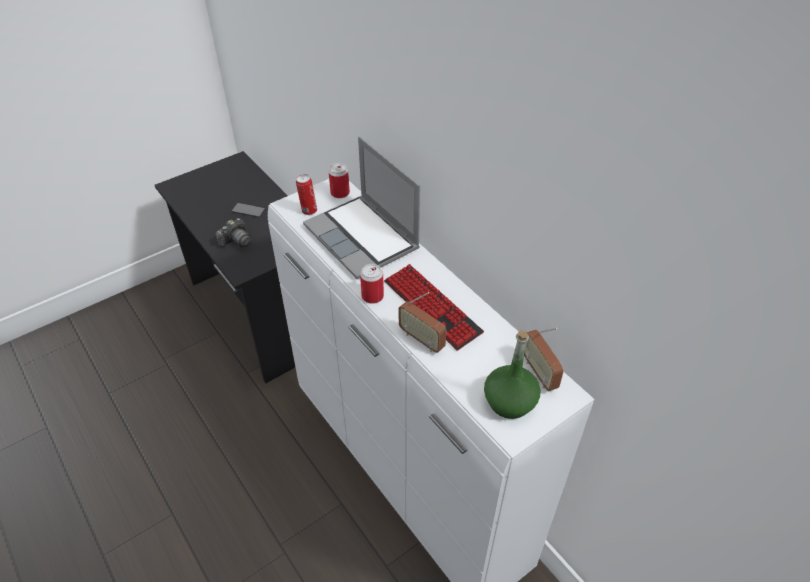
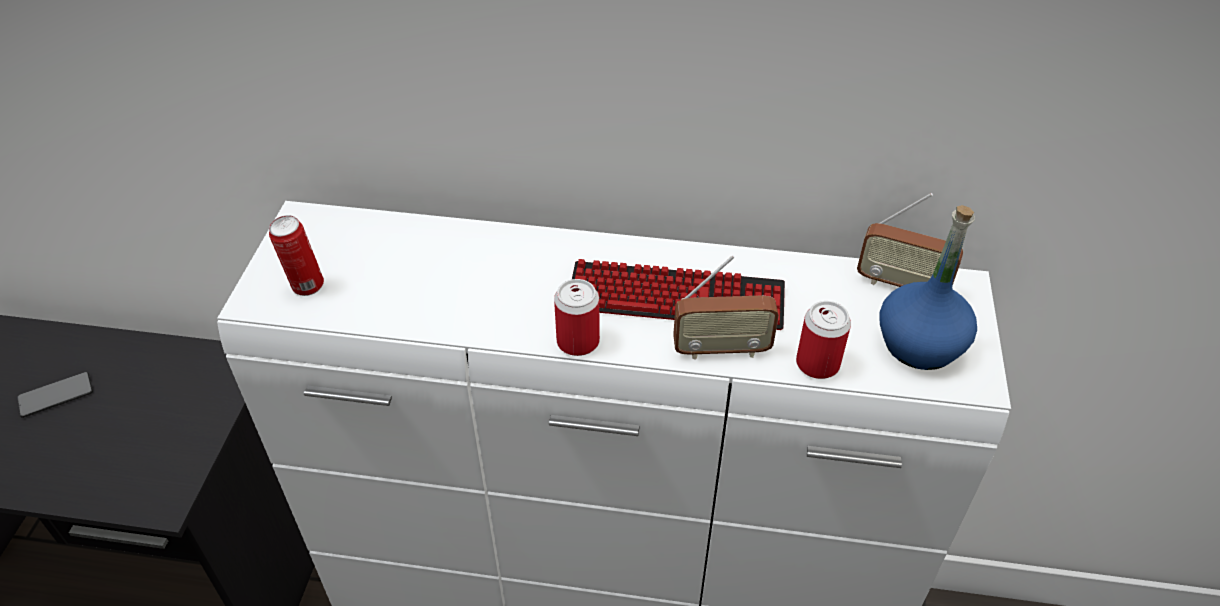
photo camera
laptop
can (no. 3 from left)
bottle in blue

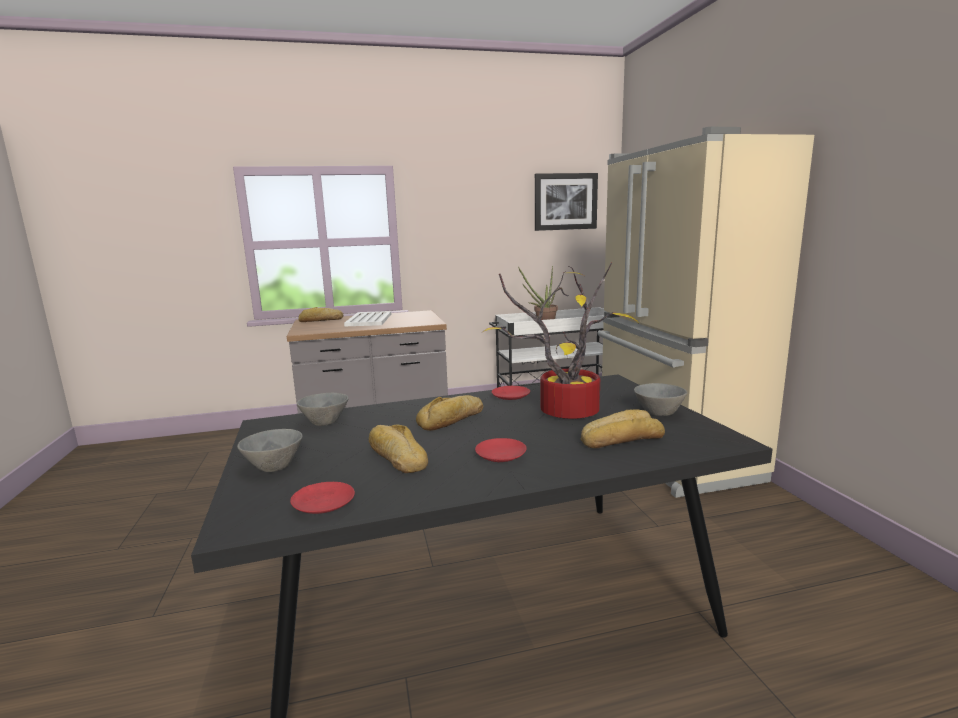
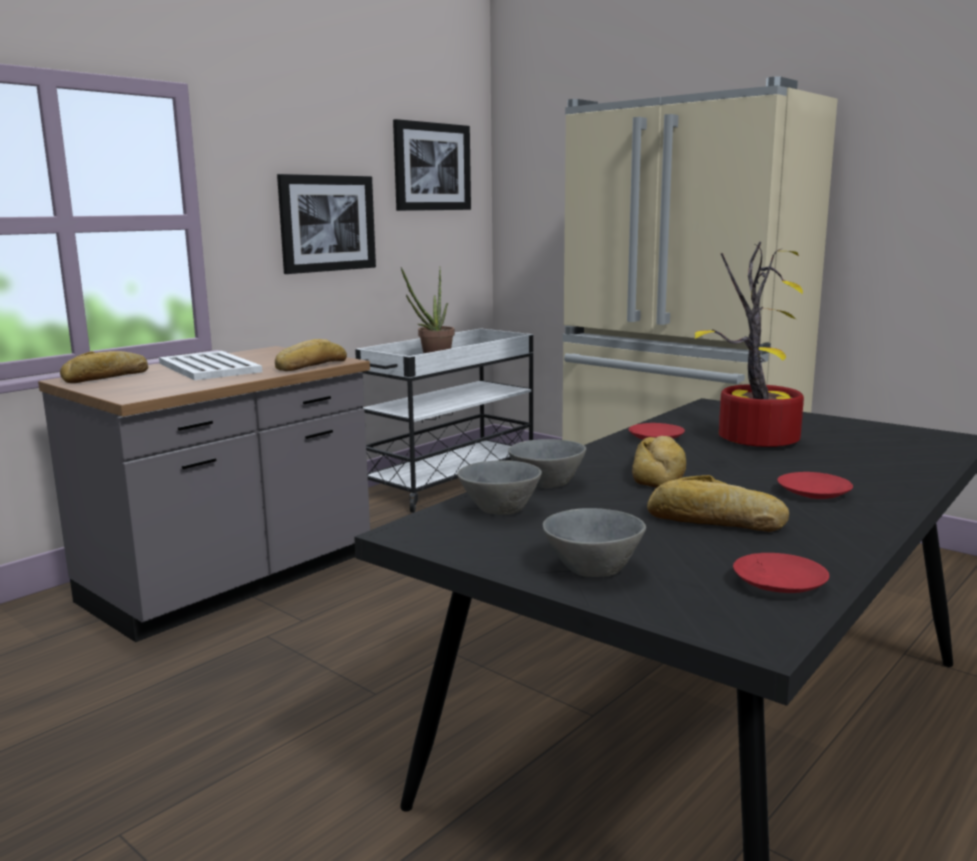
picture (no. 1 from left)
bread (no. 2 from left)
bowl in grey (no. 2 from left)

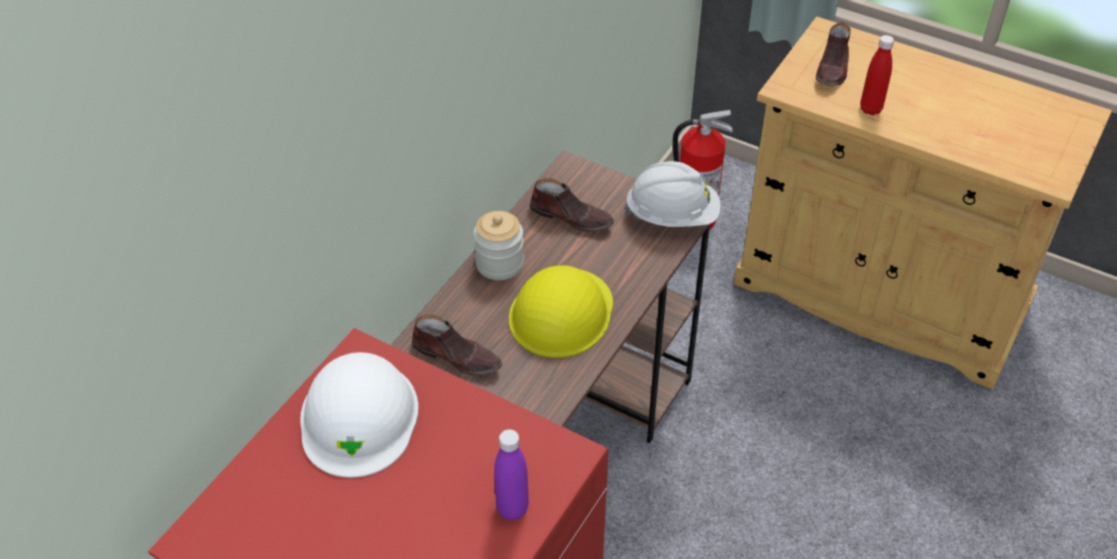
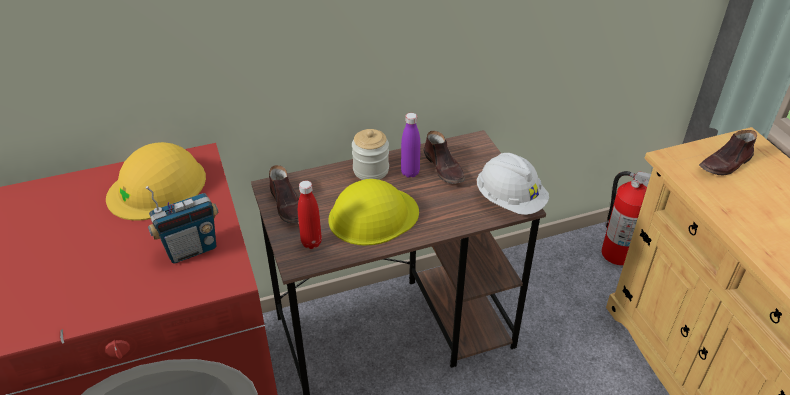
radio
bottle in purple
bottle in red
hard hat in yellow (no. 1 from left)

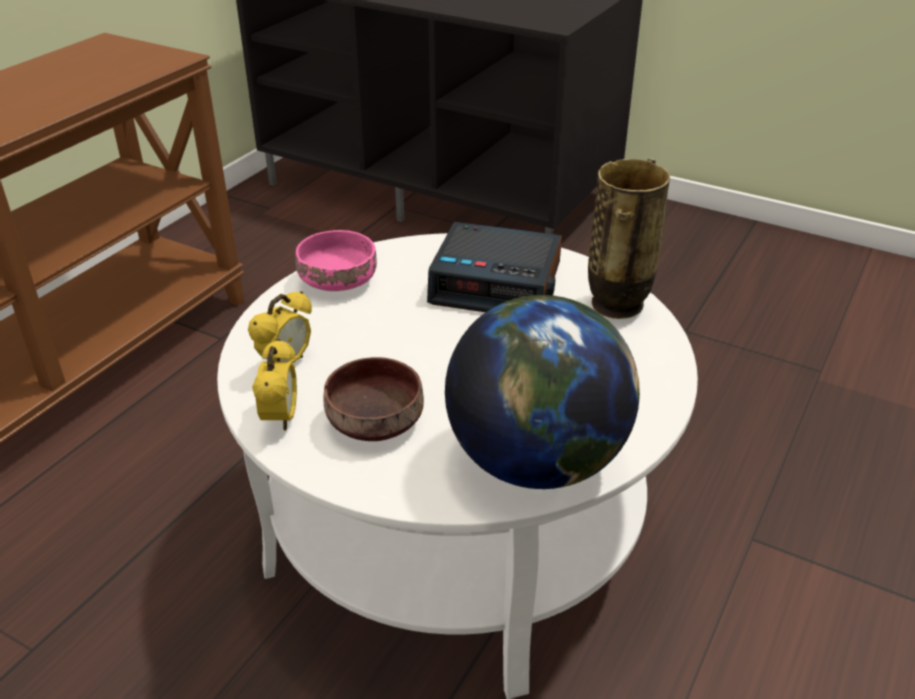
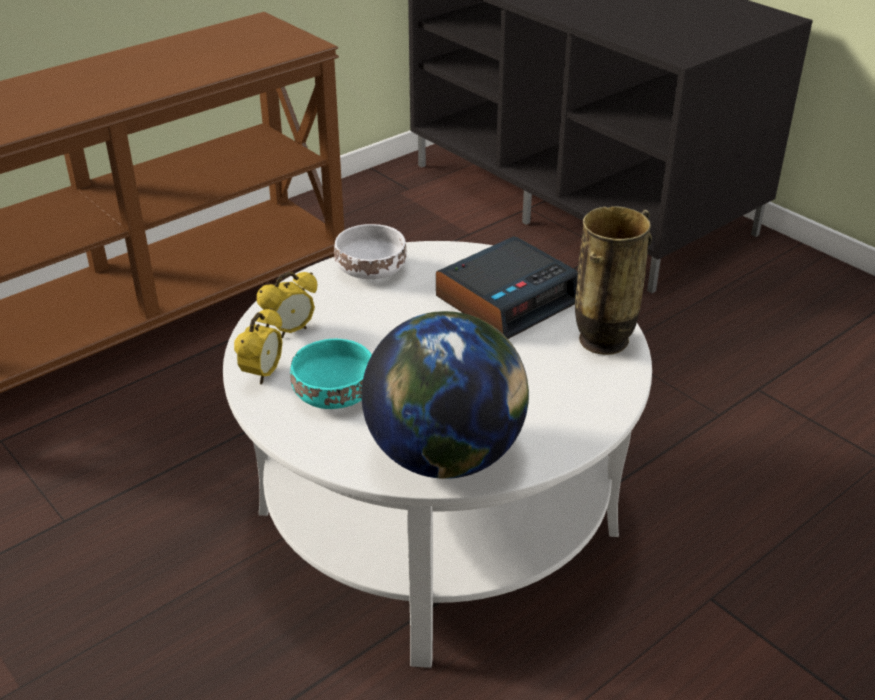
bowl in white
bowl in turquoise
alarm clock (no. 3 from left)

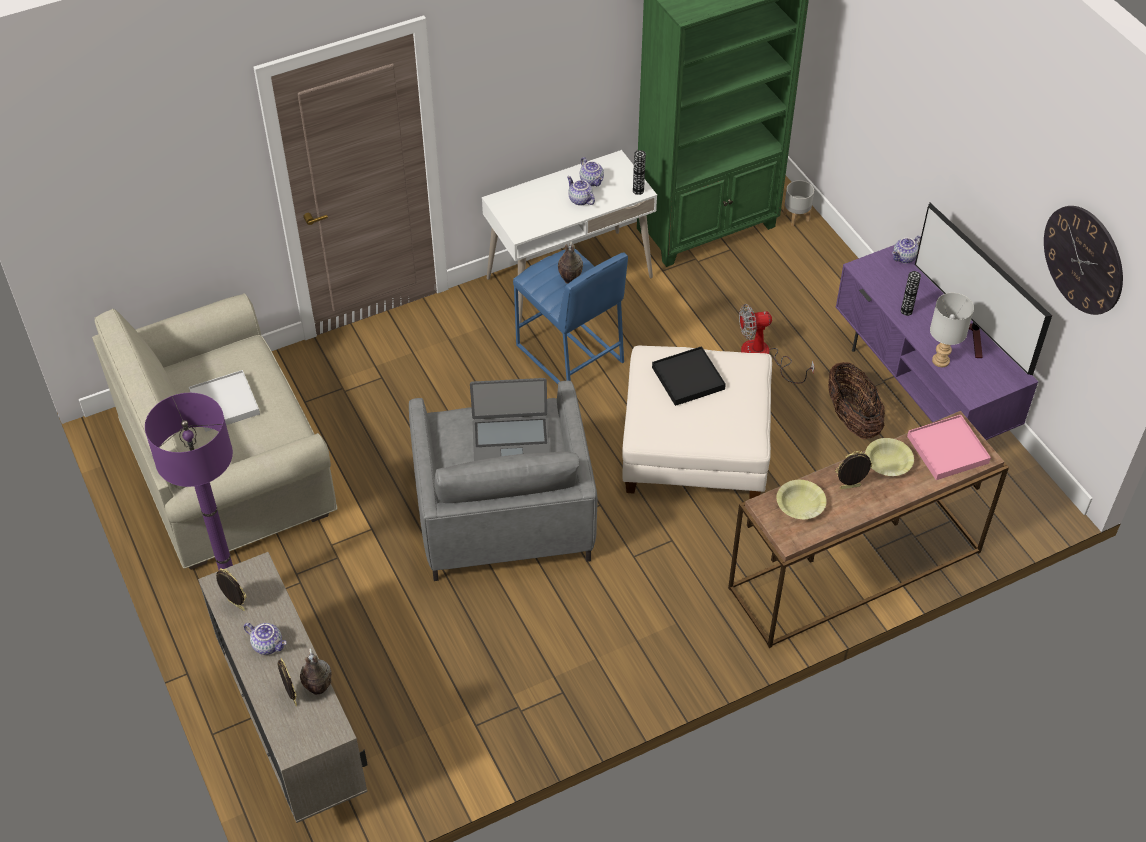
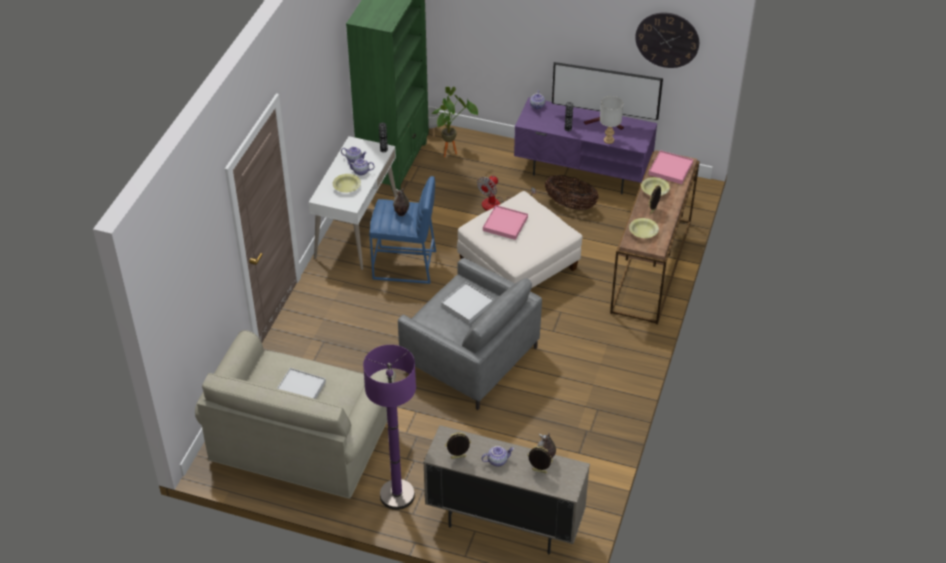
bowl in yellow (no. 1 from left)
potted plant
tray in white (no. 2 from left)
tray in pink (no. 1 from left)

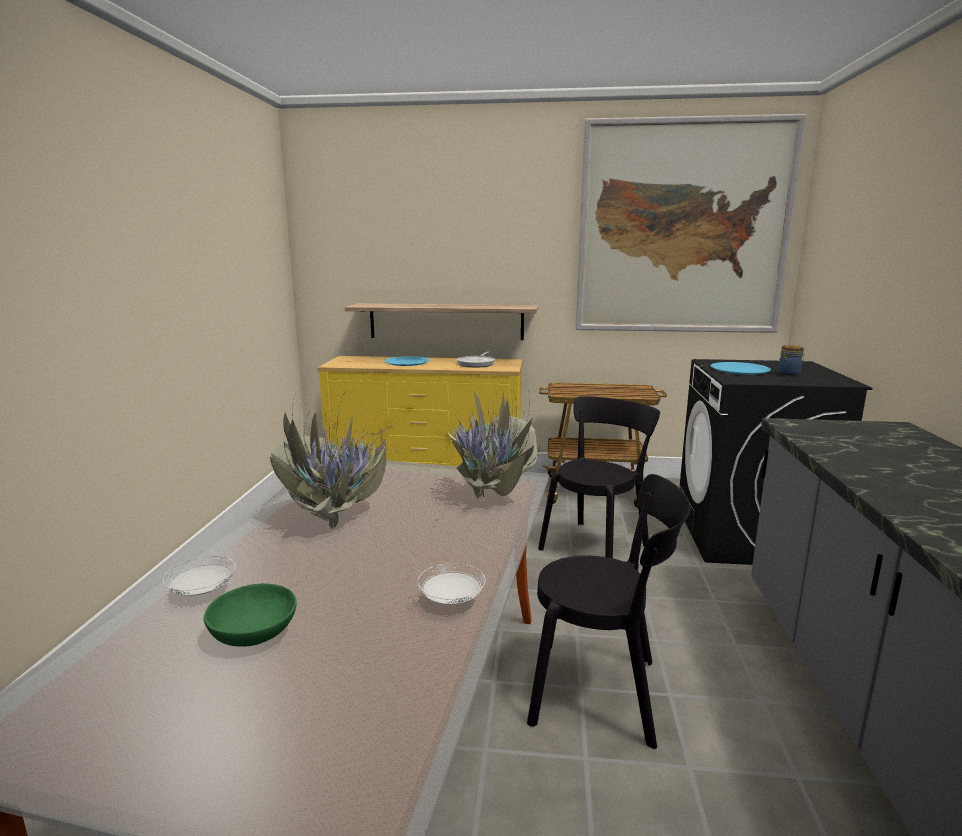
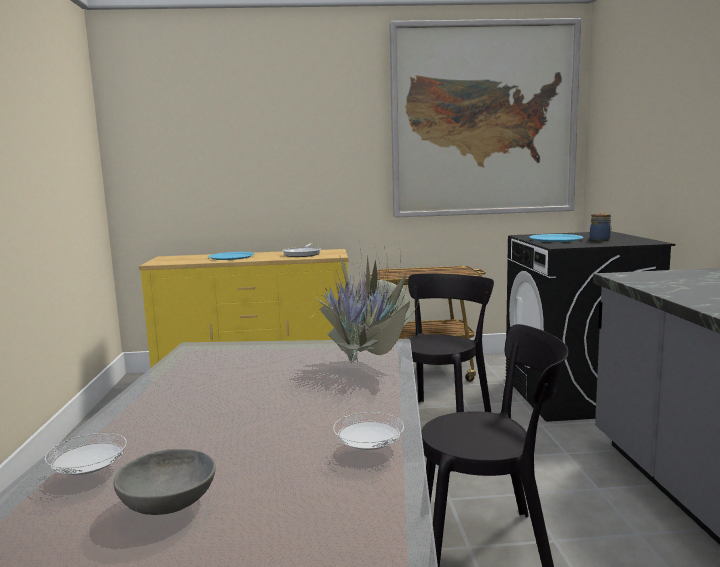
potted plant (no. 1 from left in the first image)
shelf
bowl in grey

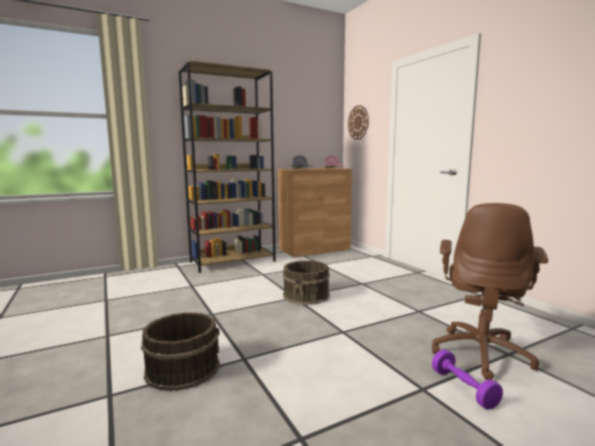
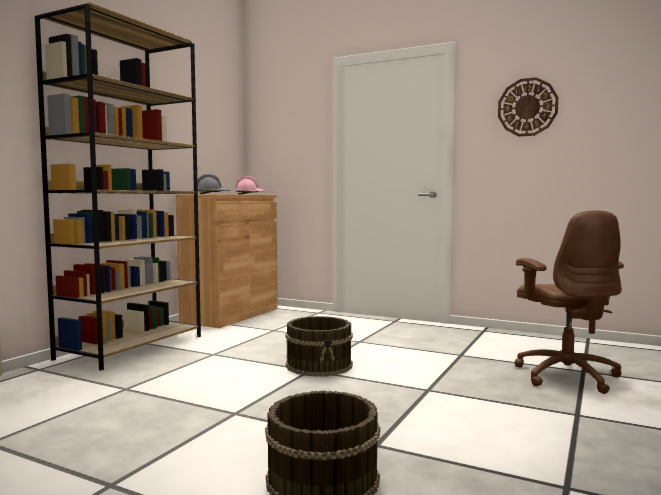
dumbbell in purple
wall clock

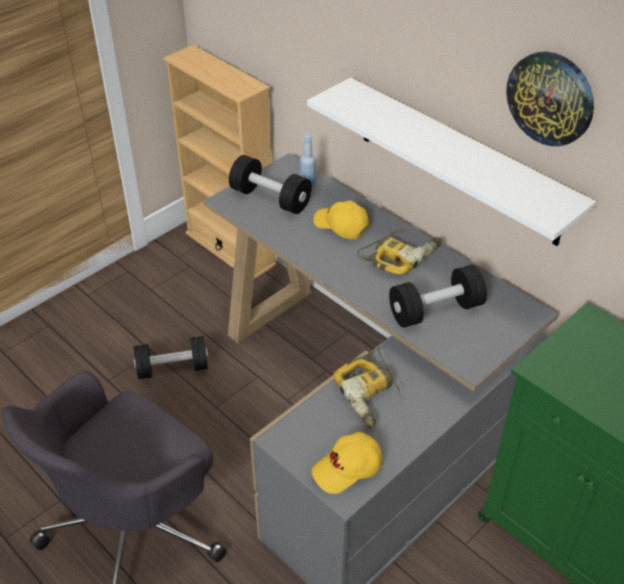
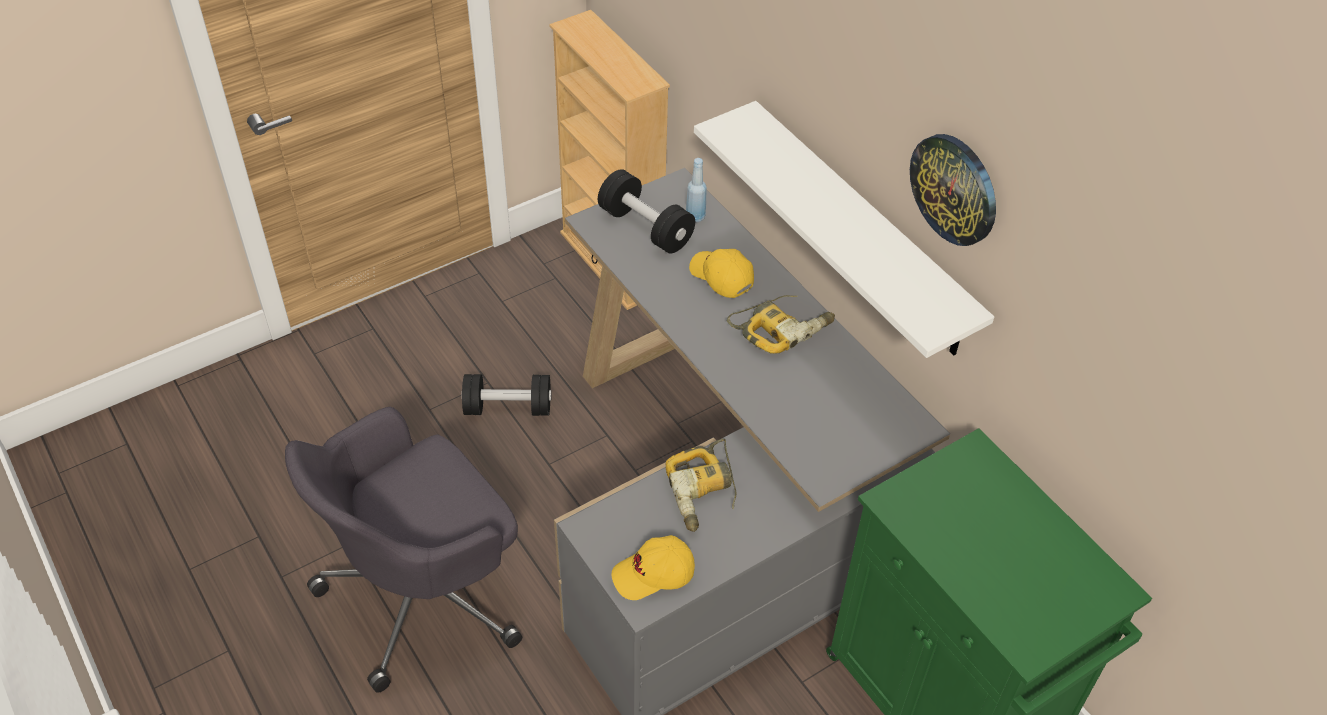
dumbbell in black (no. 3 from left in the first image)

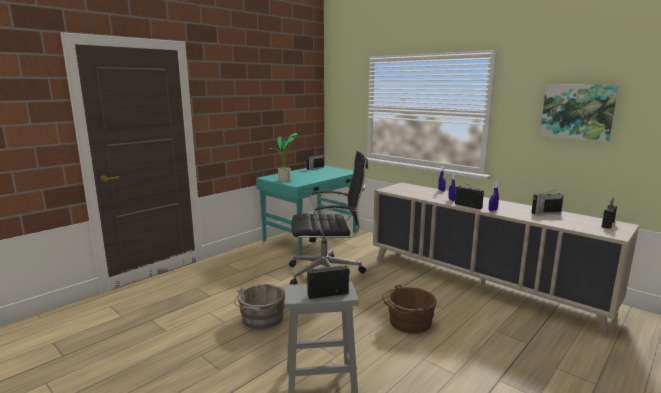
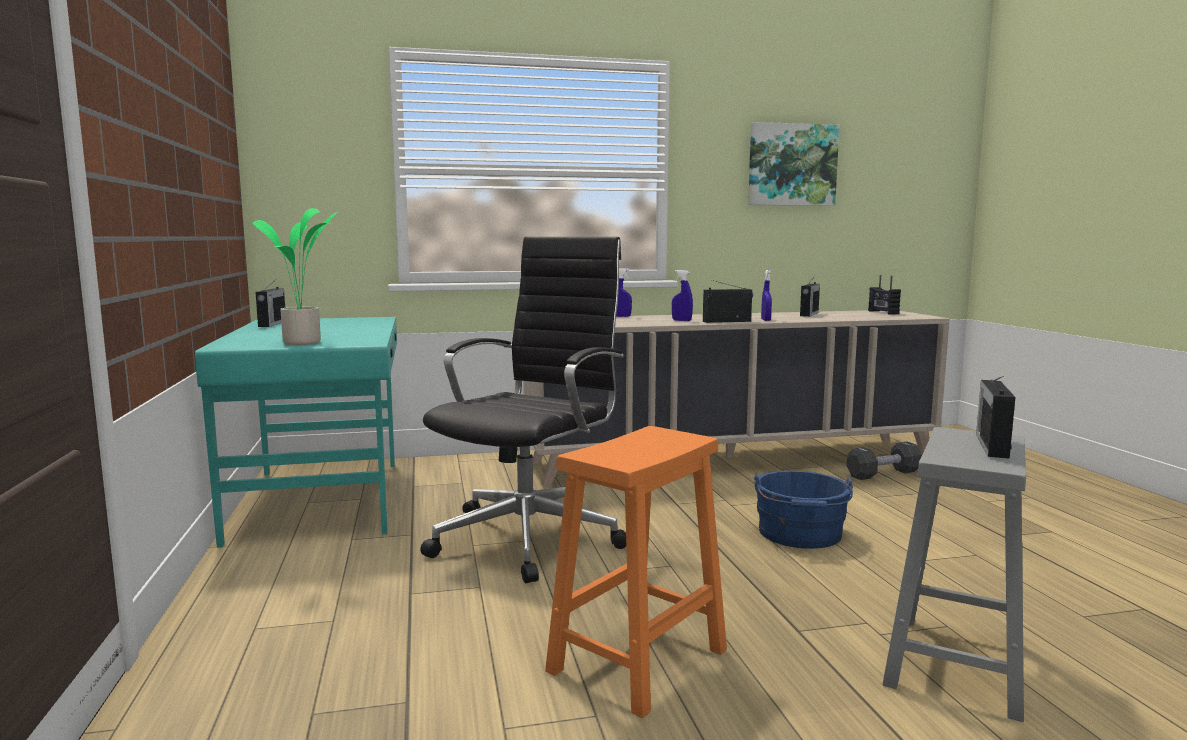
dumbbell in black
stool in orange
bucket in blue

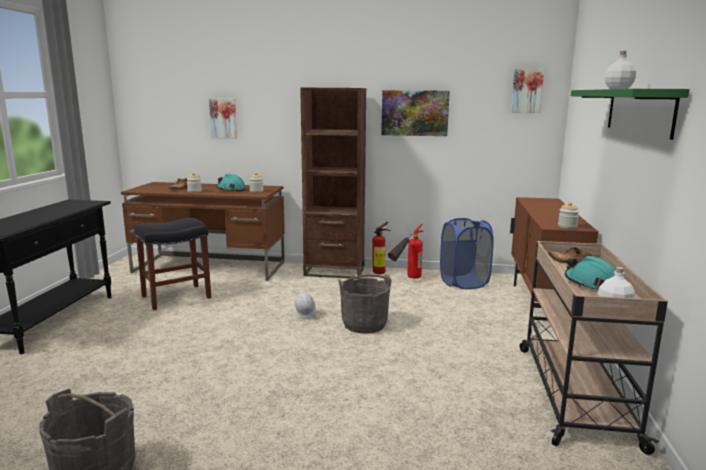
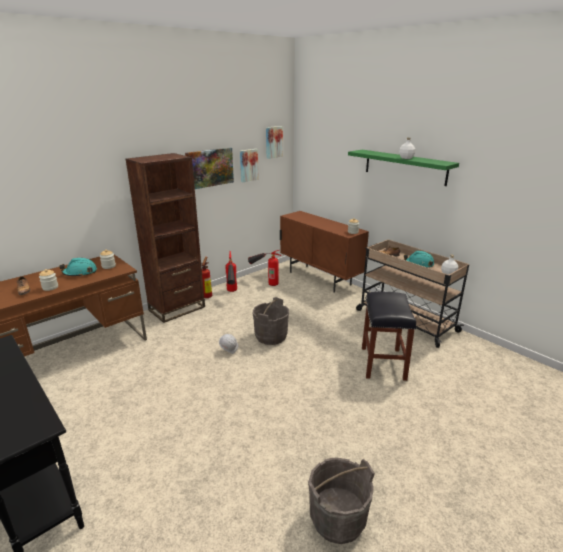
stool in black
picture (no. 2 from left)
fire extinguisher (no. 3 from left)

